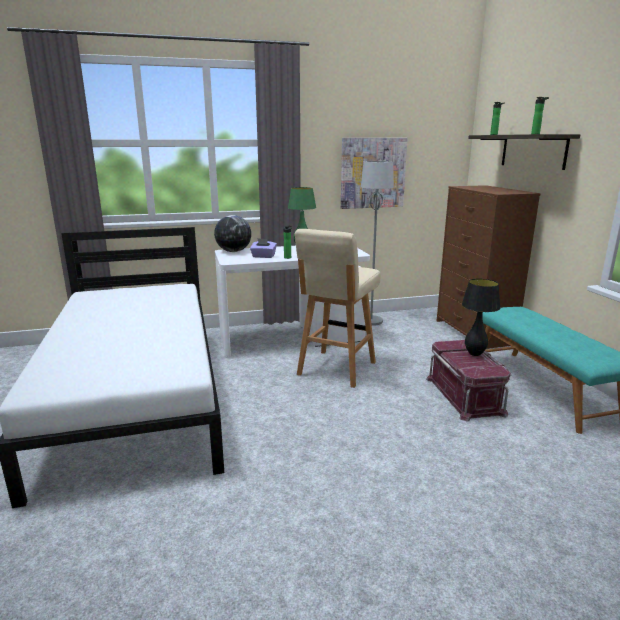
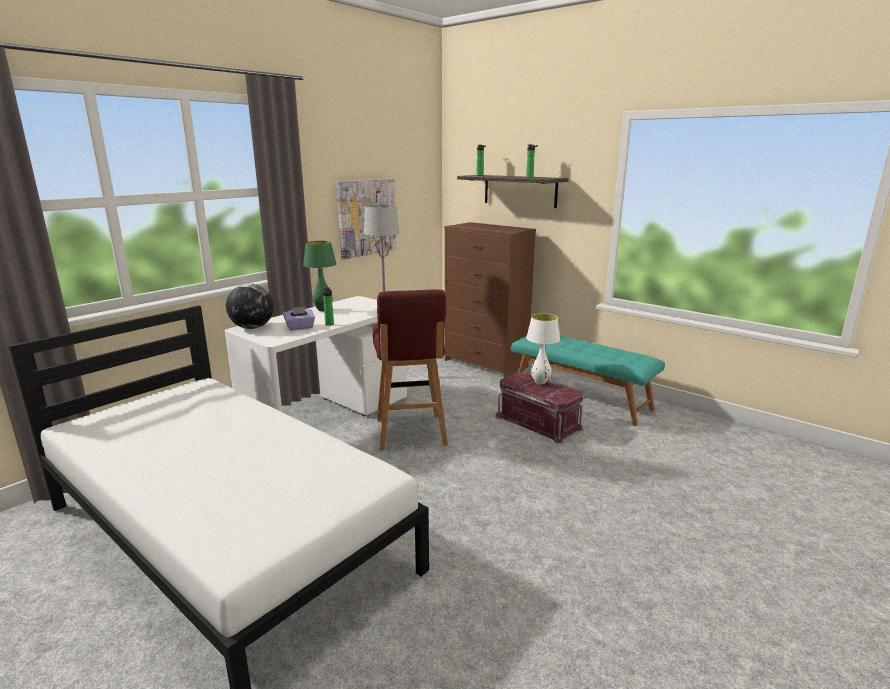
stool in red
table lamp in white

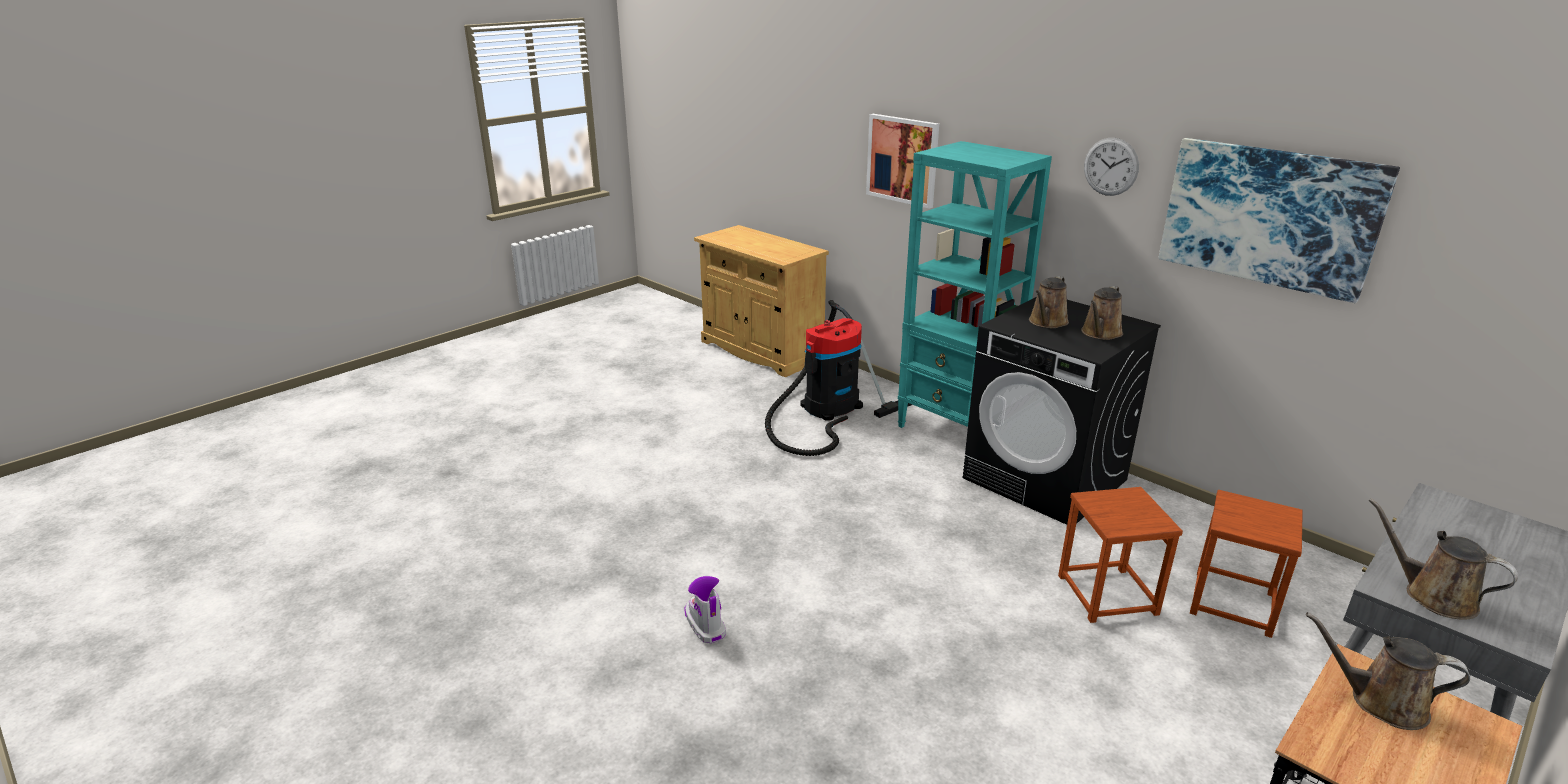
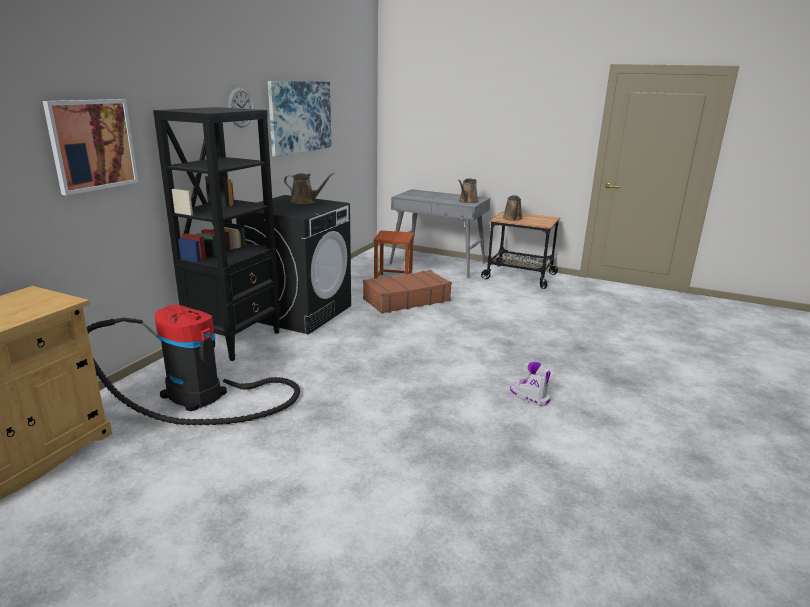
watering can in brown (no. 1 from left in the first image)
suitcase in brown
bookcase in black
boot

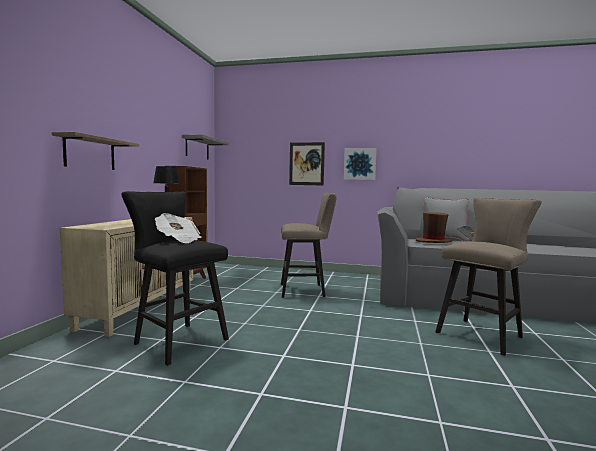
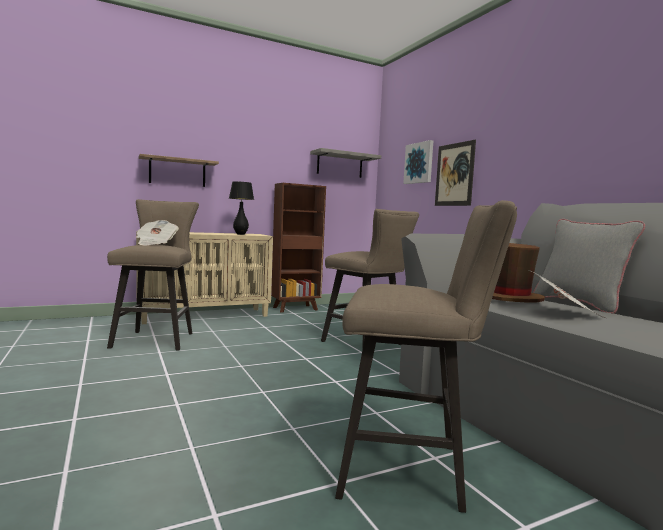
picture (no. 1 from left)
stool in beige (no. 1 from left)

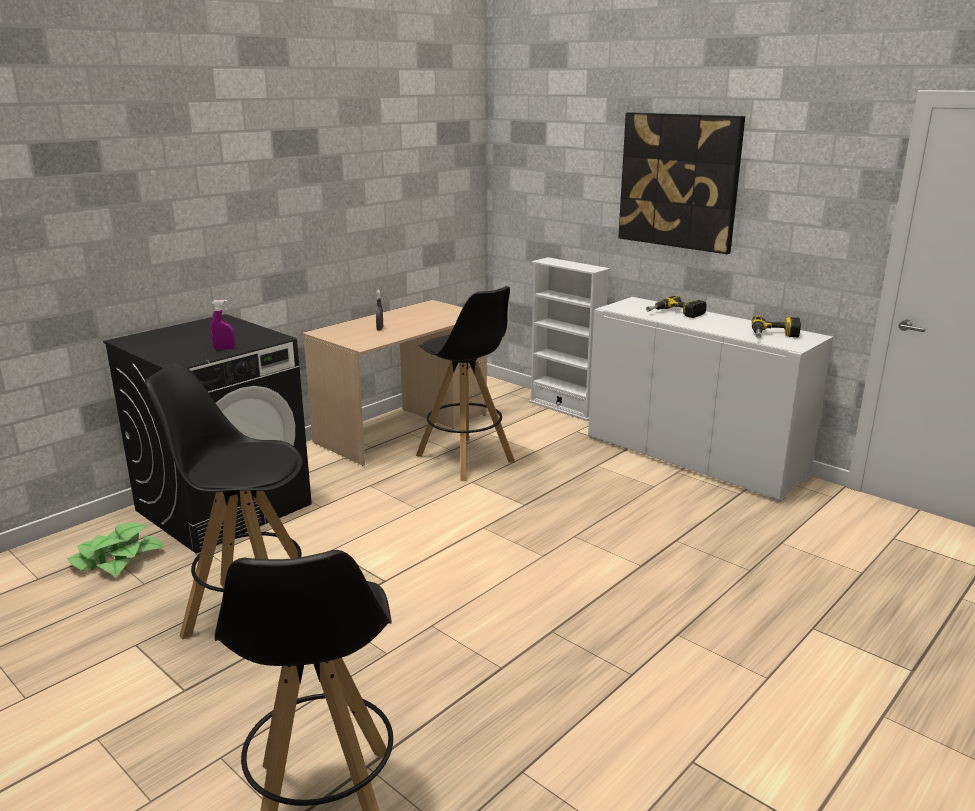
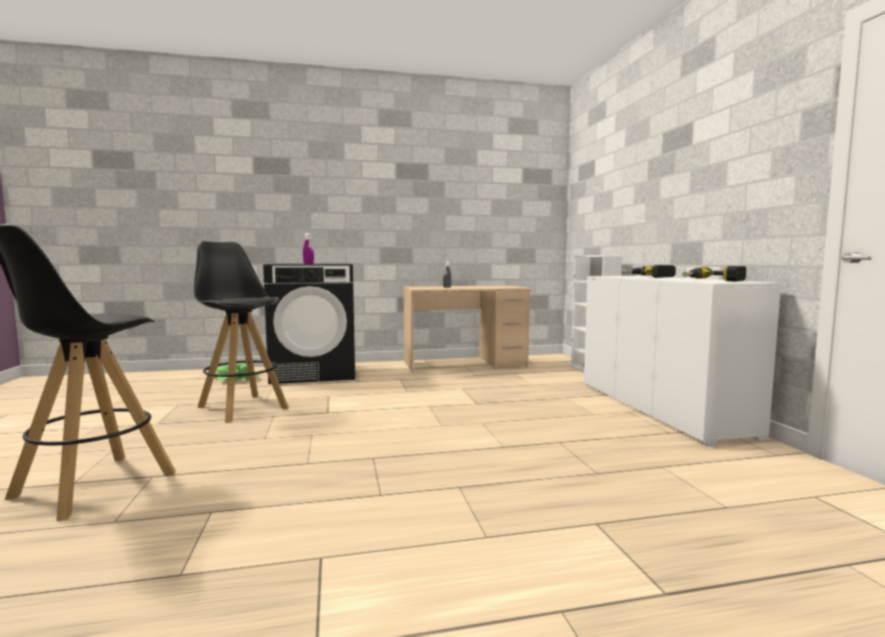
stool in black (no. 3 from left in the first image)
picture

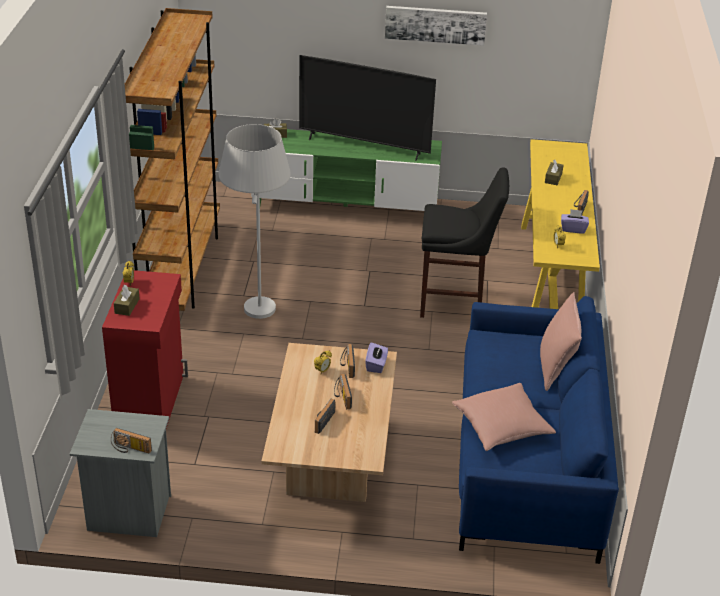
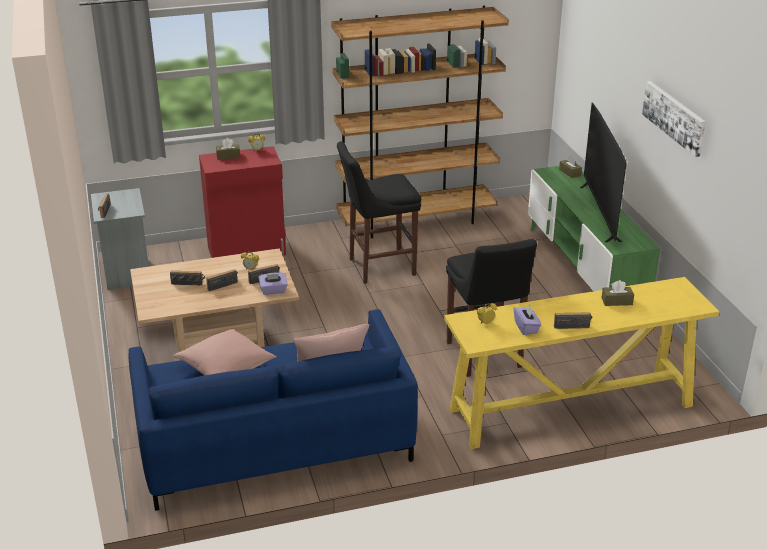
stool in black (no. 1 from left)

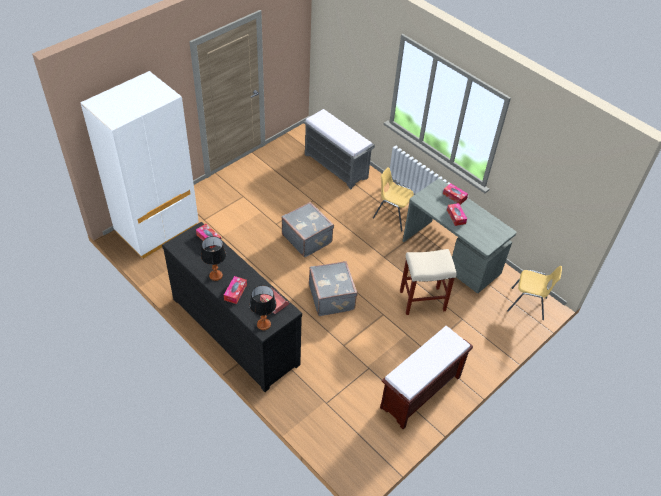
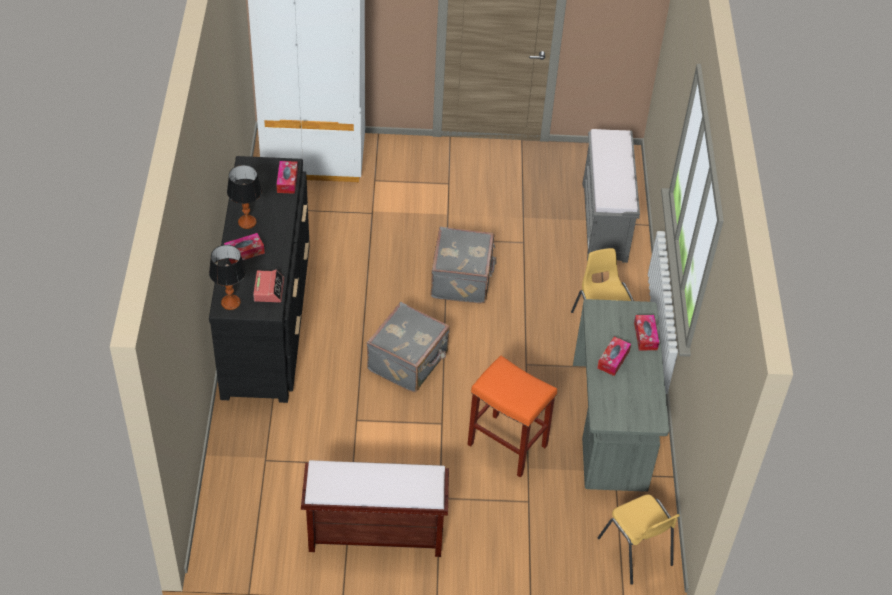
stool in orange

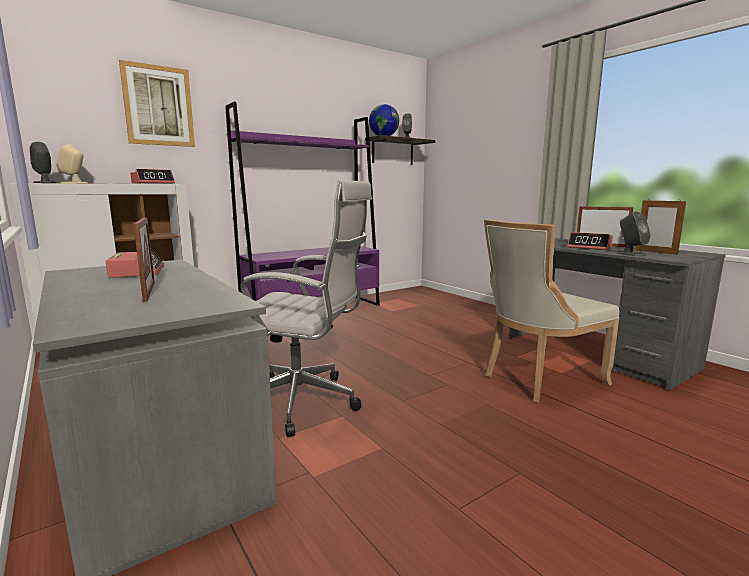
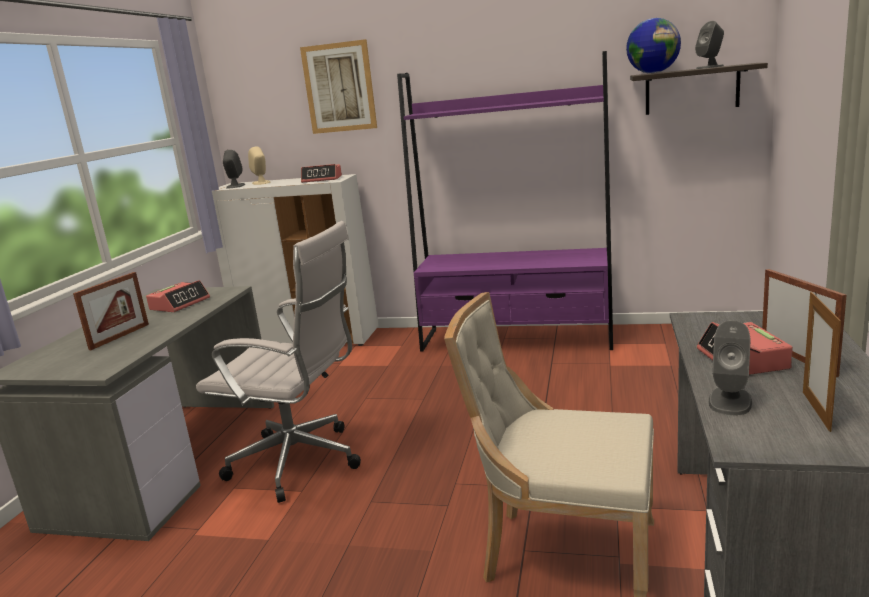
office chair in white

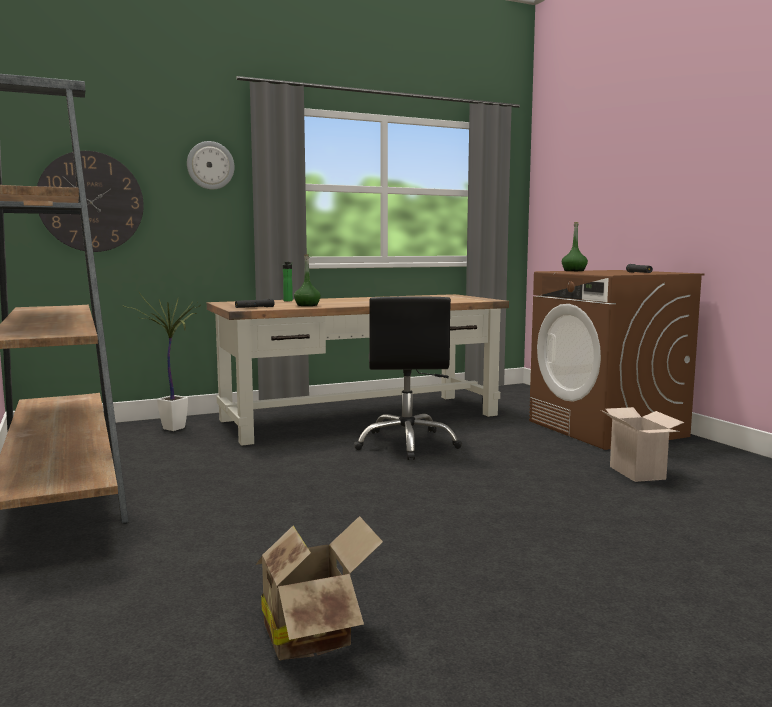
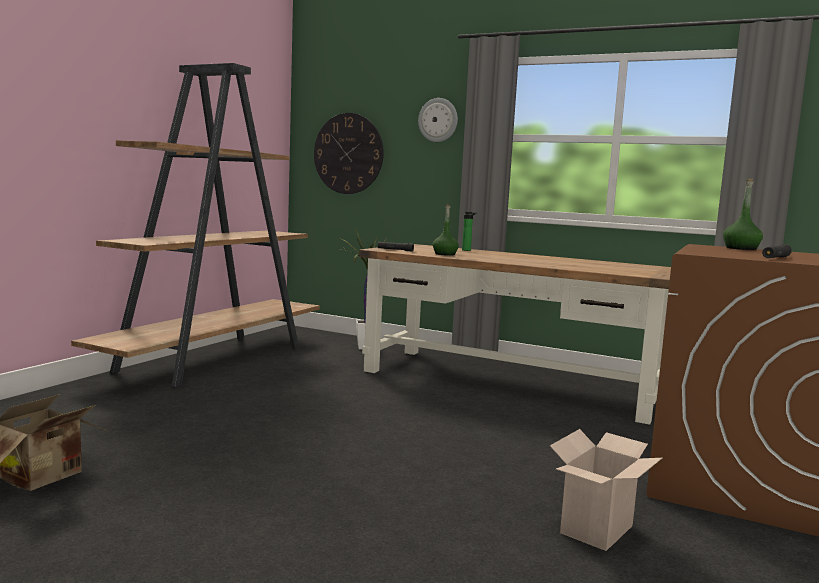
office chair in black

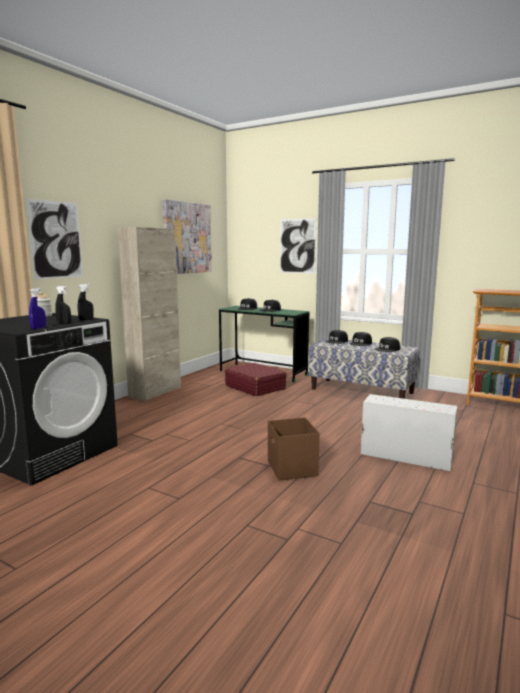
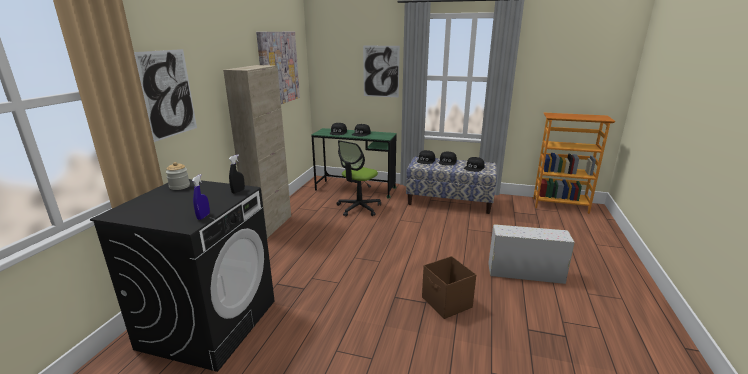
spray bottle in black (no. 1 from left in the first image)
office chair

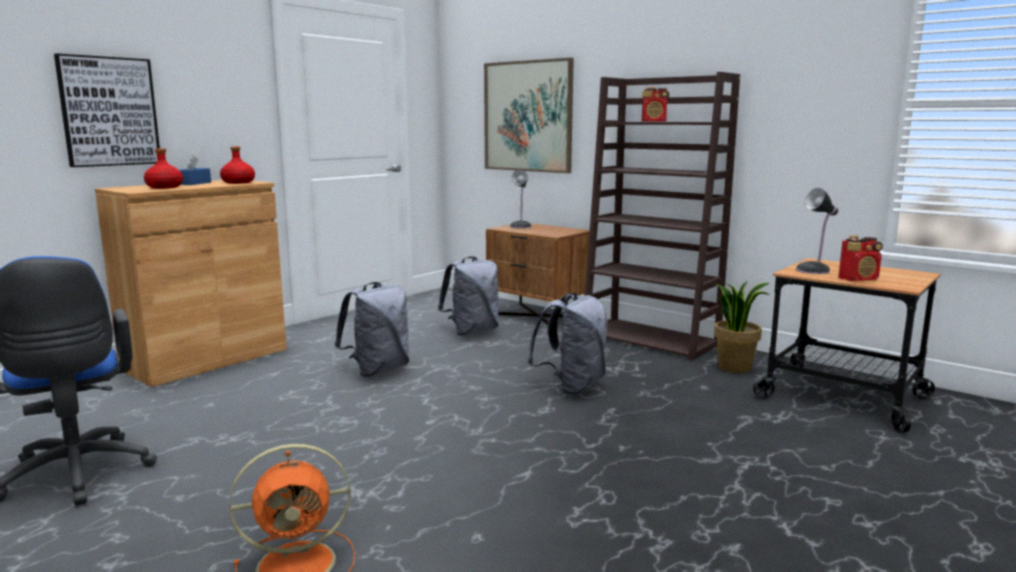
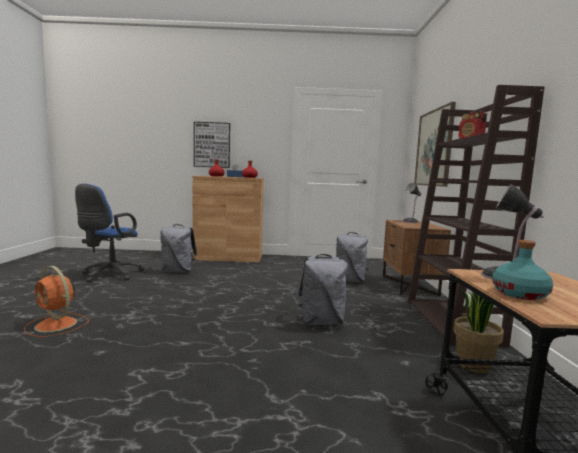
backpack in grey (no. 1 from left)
bottle in turquoise

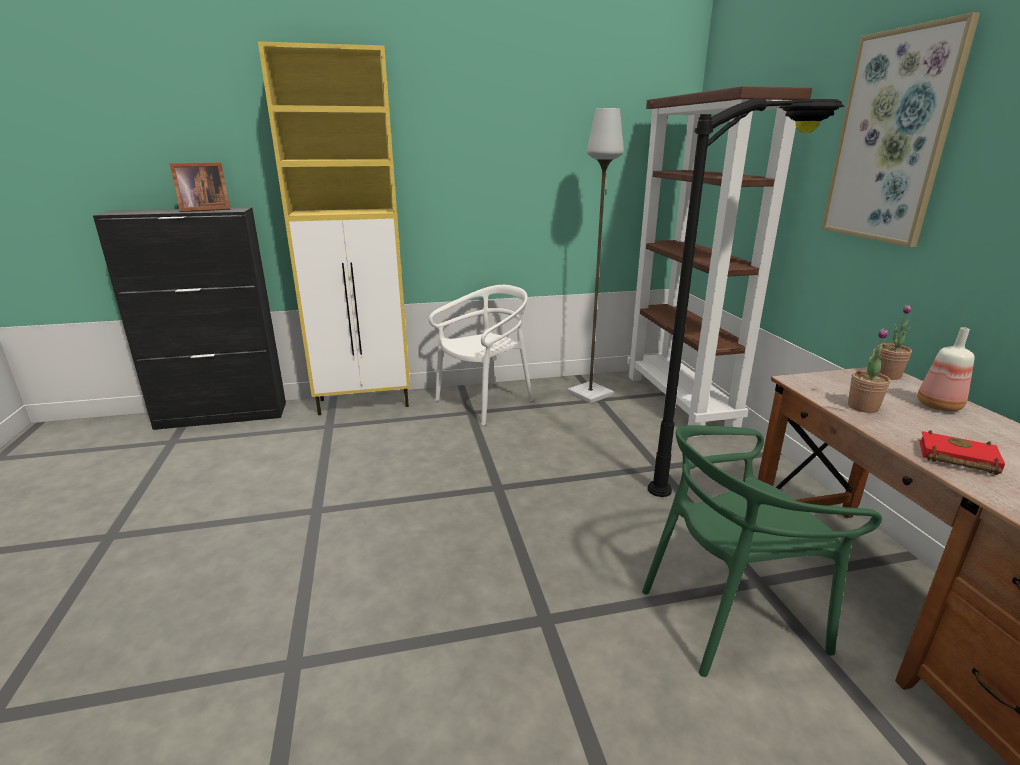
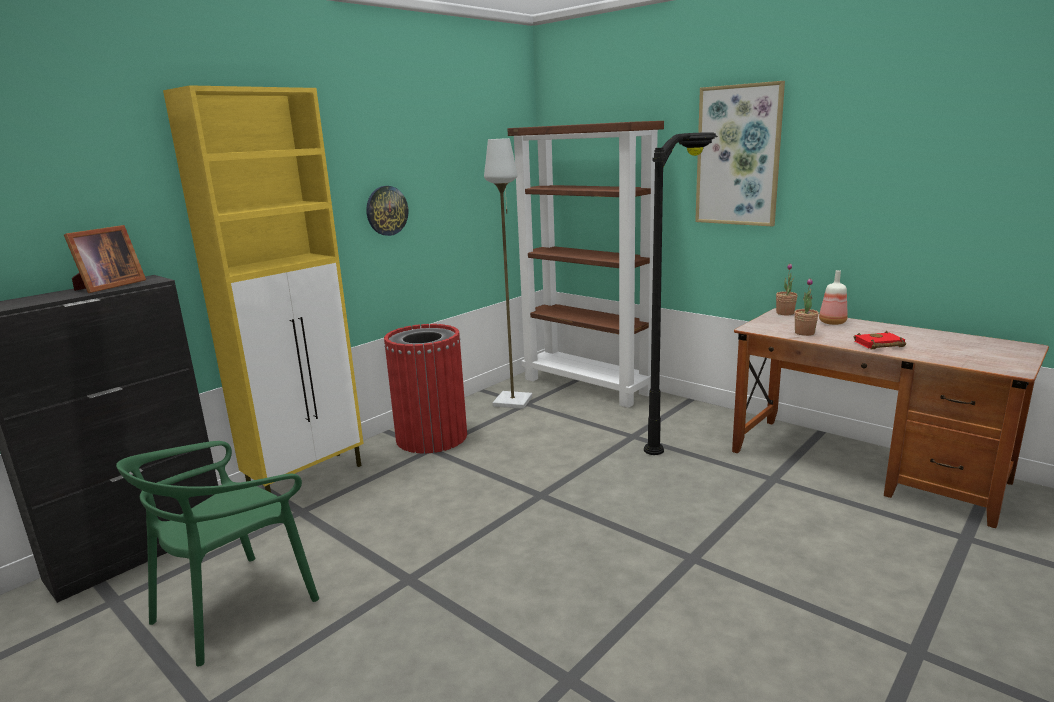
wall clock
chair in green
trash can in red

